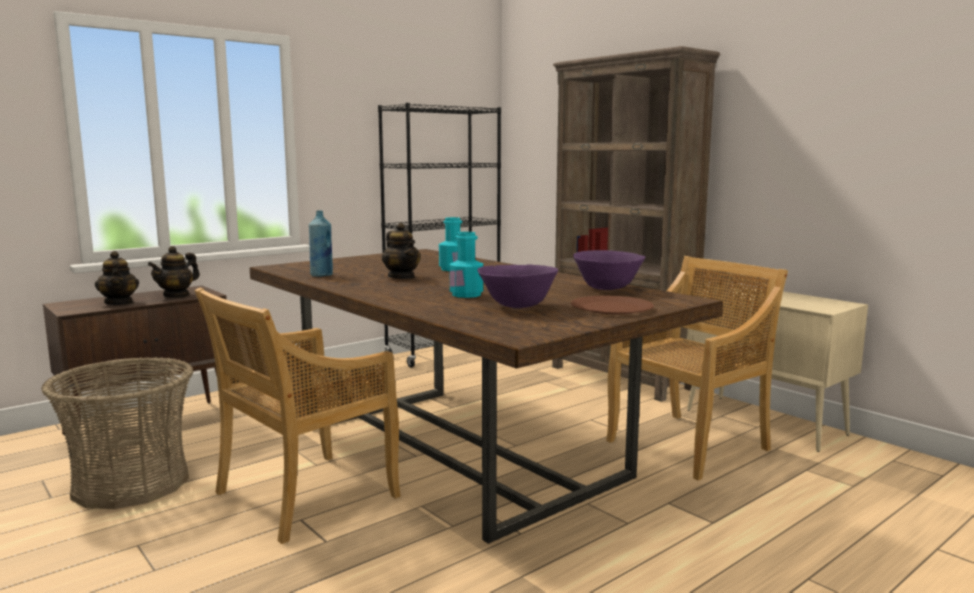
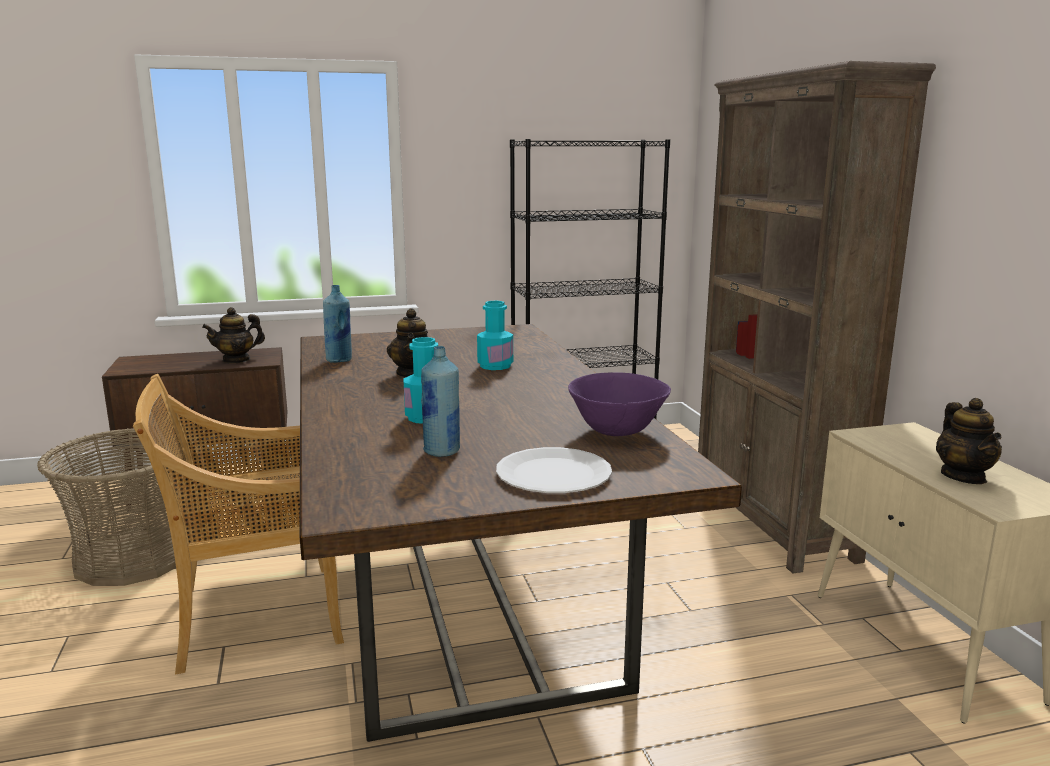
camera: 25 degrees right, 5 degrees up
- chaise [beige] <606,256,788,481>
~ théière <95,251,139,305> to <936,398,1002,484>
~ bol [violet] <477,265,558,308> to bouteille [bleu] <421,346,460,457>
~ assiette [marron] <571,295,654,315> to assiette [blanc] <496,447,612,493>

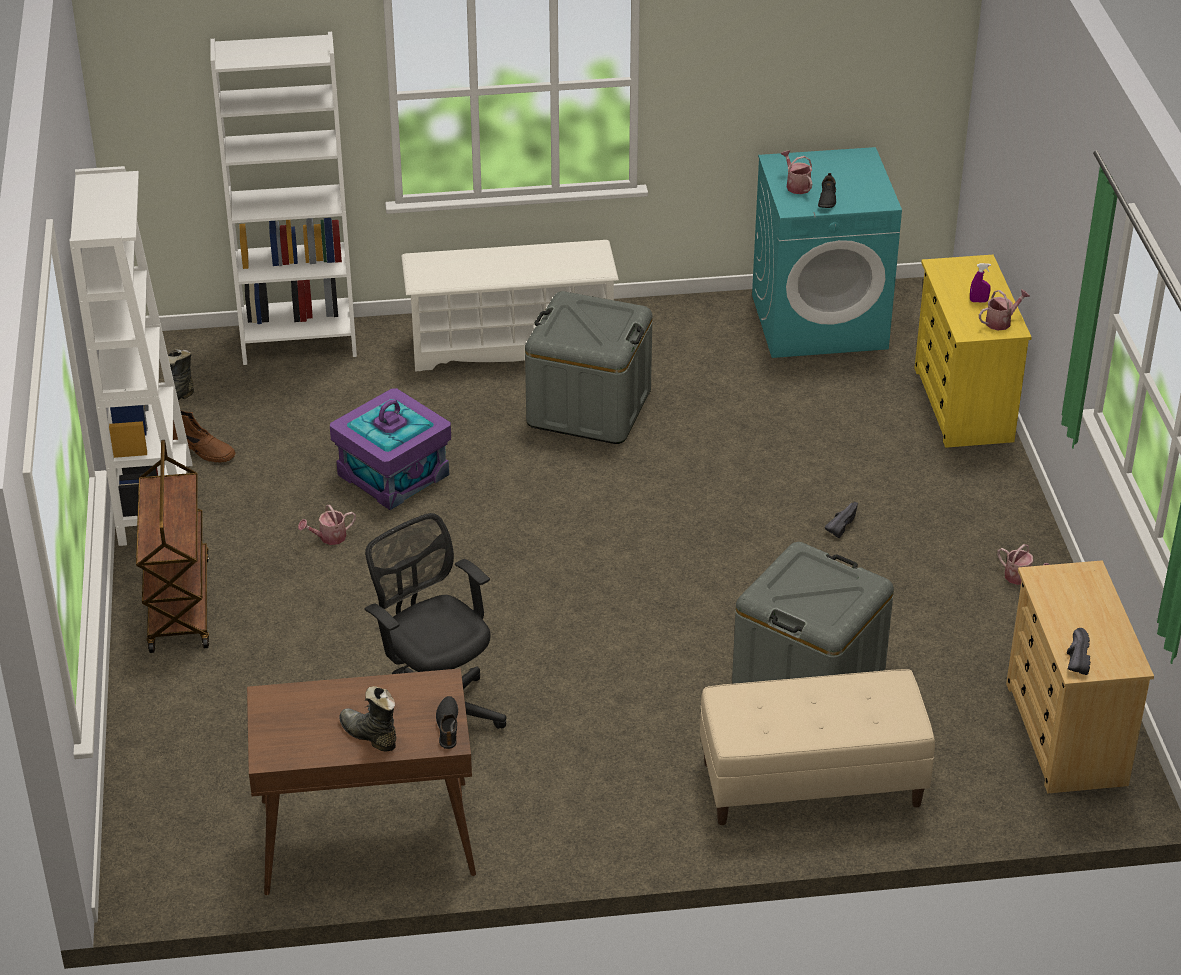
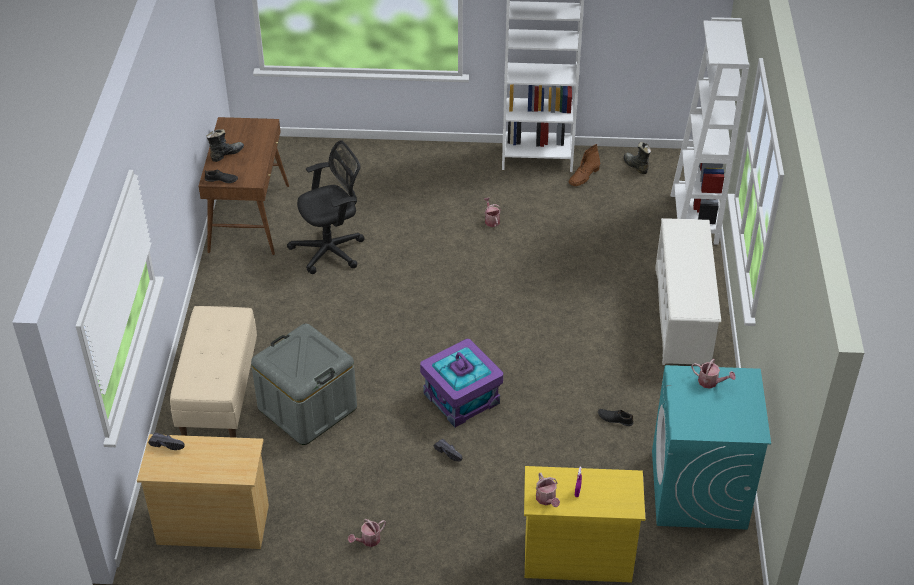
camera: 100 degrees right, 5 degrees up
- chariot [marron] <136,440,209,653>
- boîte de rangement [gris] <525,291,652,444>
~ boîte de rangement [violet] <330,388,451,510> to <420,339,503,427>
~ chaussure [noir] <818,173,836,208> to <598,409,634,426>
~ arrosoir <781,150,812,194> = <691,359,736,389> 45 degrees clockwise

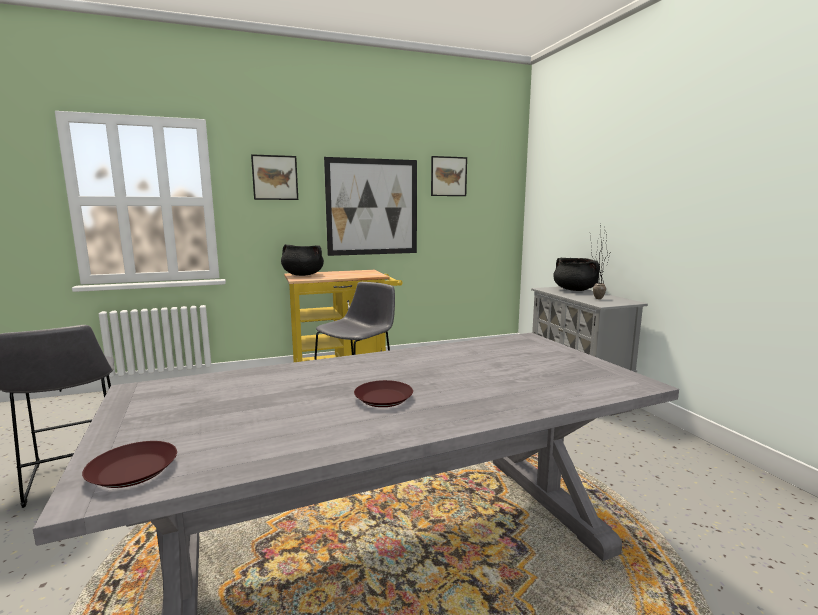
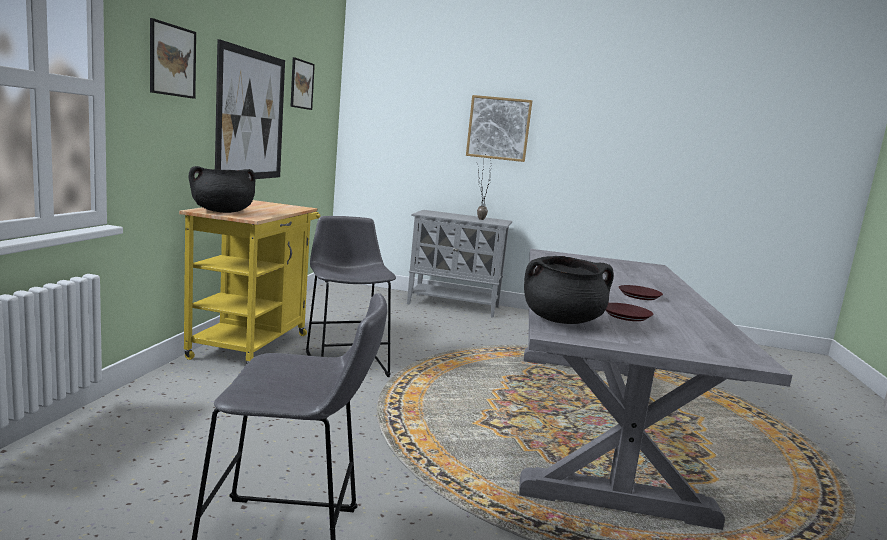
camera: 60 degrees left, 0 degrees up
+ tableau <466,95,532,162>
~ assiette [marron] <82,441,177,488> to <606,303,653,321>
~ marmite [noir] <553,258,600,291> to <524,256,614,324>

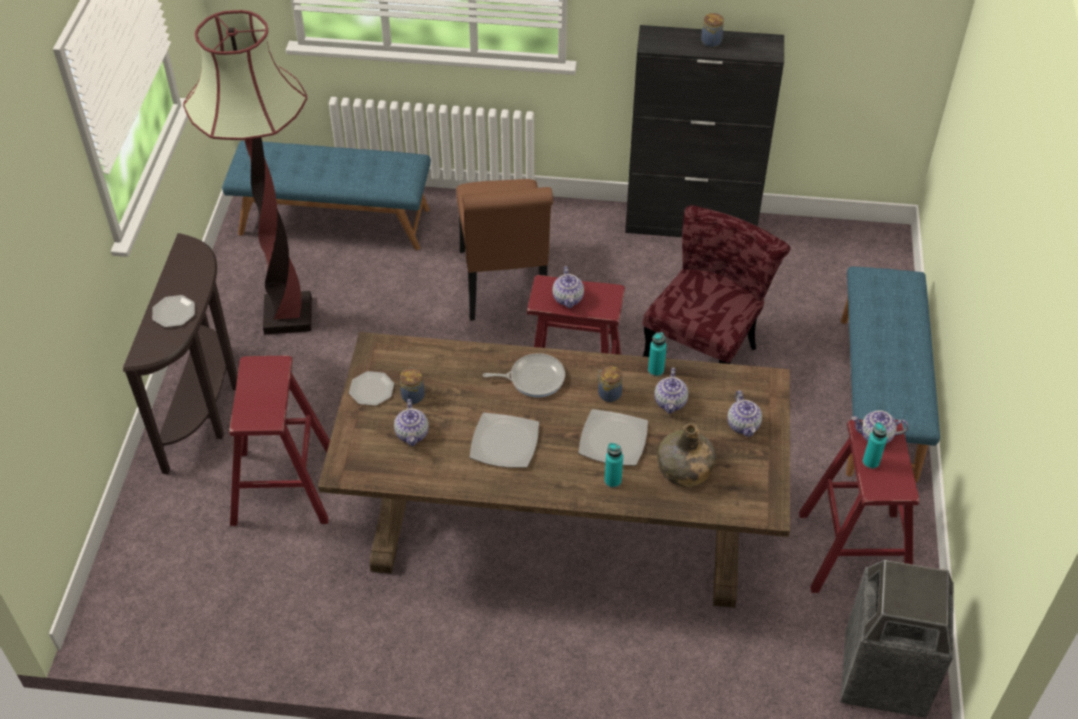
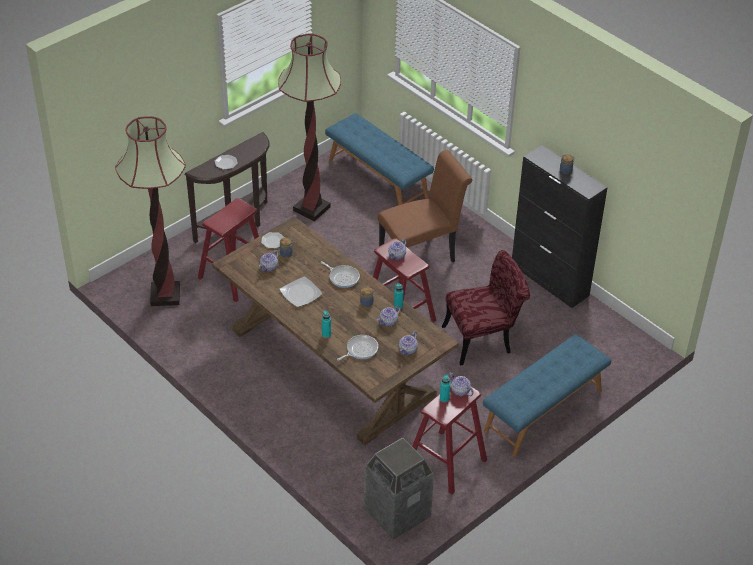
camera: 40 degrees right, 5 degrees down
- assiette <578,409,648,466>
+ lampadaire <115,116,186,306>
~ bouteille [vert] <657,423,716,487> to poêle <337,335,378,361>
~ chaise [marron] <457,179,553,321> = <378,150,472,262> 150 degrees counterclockwise

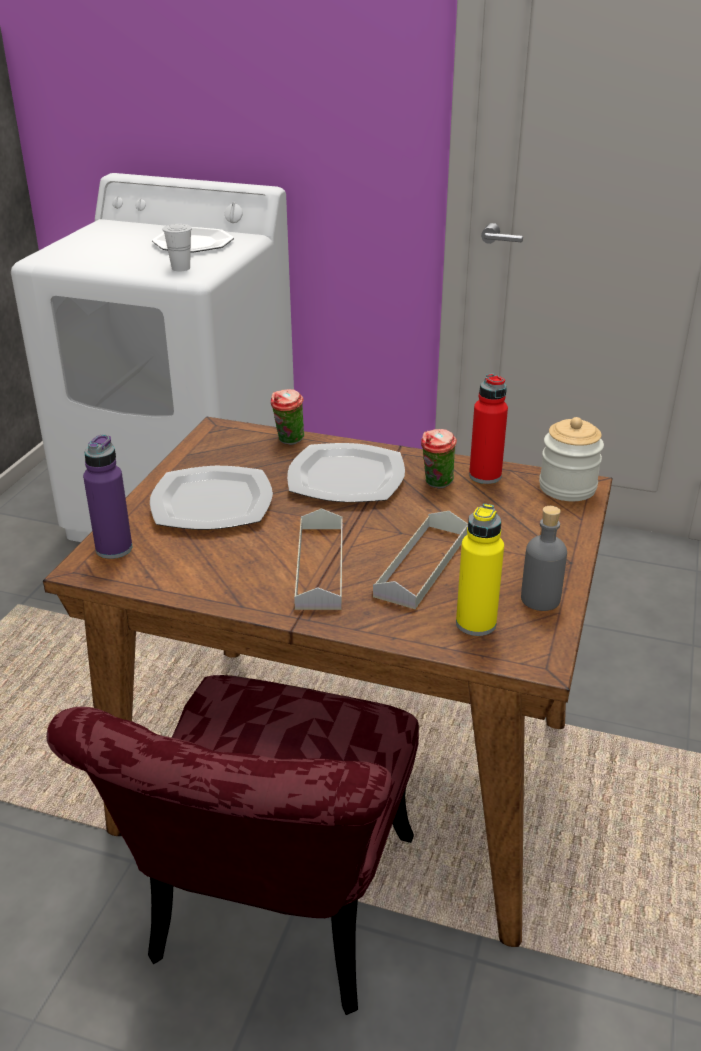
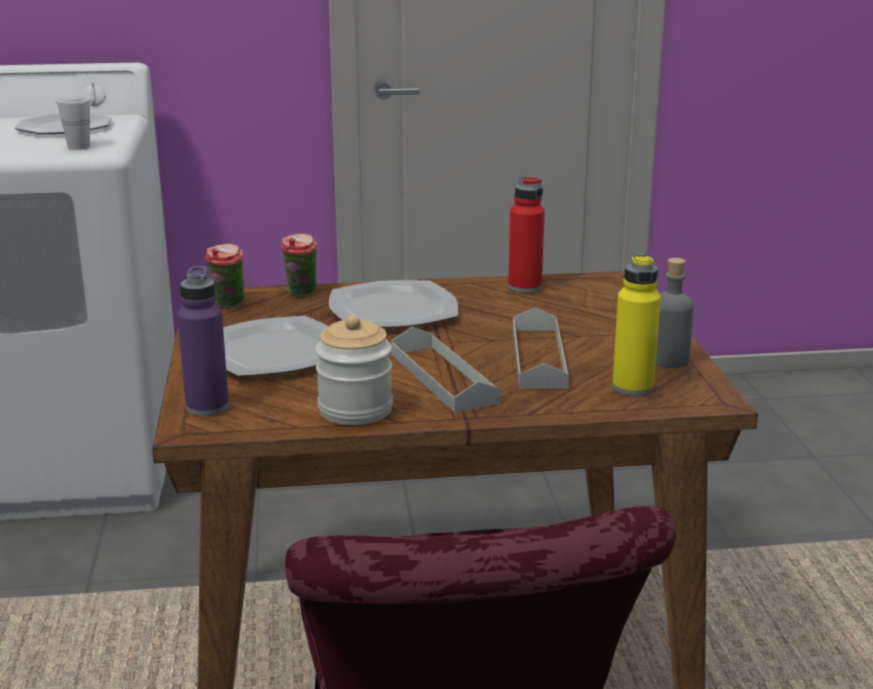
camera: 25 degrees left, 10 degrees down
~ tasse <421,429,457,489> to <205,244,245,308>
~ bocal <539,417,604,501> to <315,315,393,425>

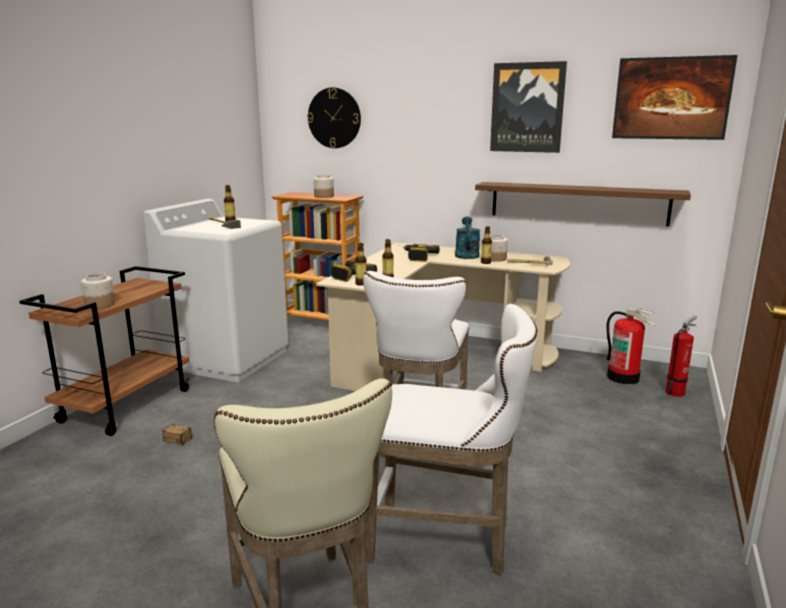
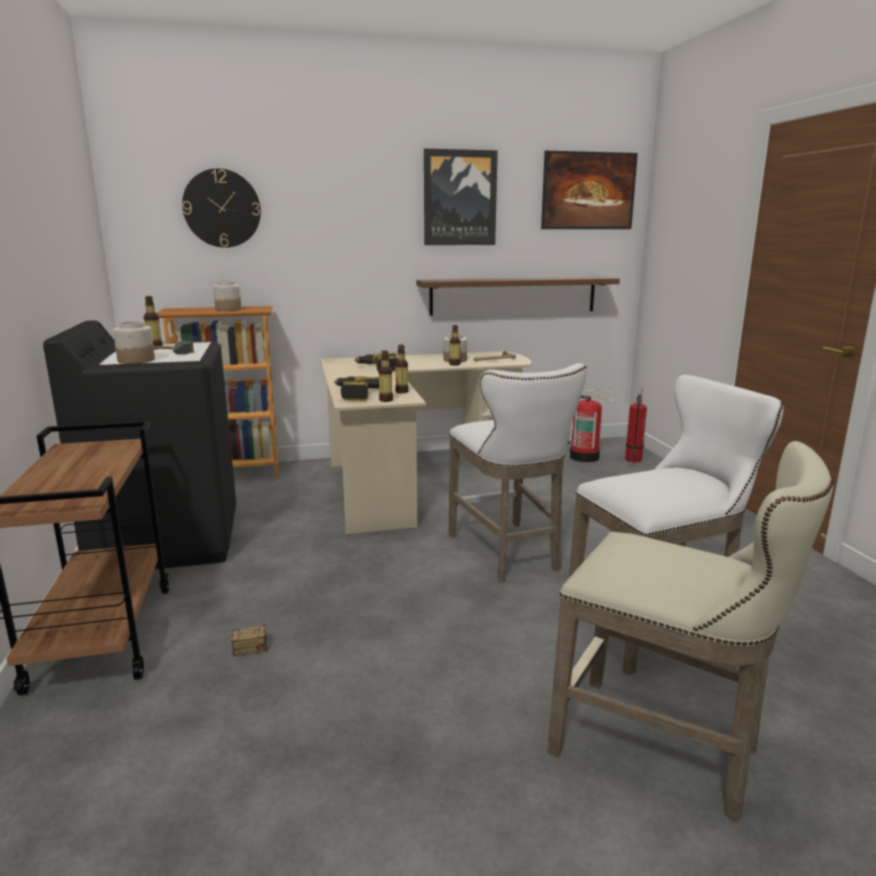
camera: 35 degrees left, 0 degrees up
- arrosoir [turquoise] <455,216,480,259>
~ bocal <81,273,115,309> to <113,321,155,364>
~ lave-linge [blanc] <143,199,288,382> to lave-linge [noir] <43,320,236,569>

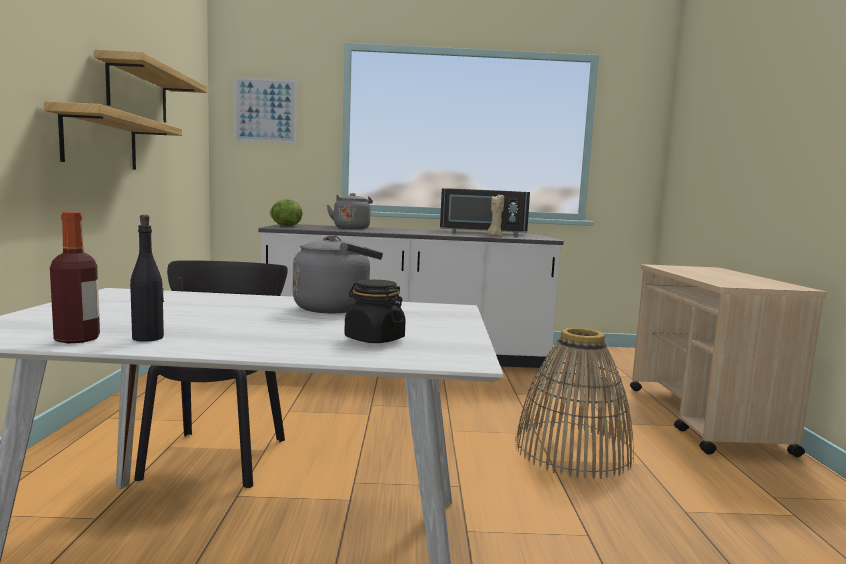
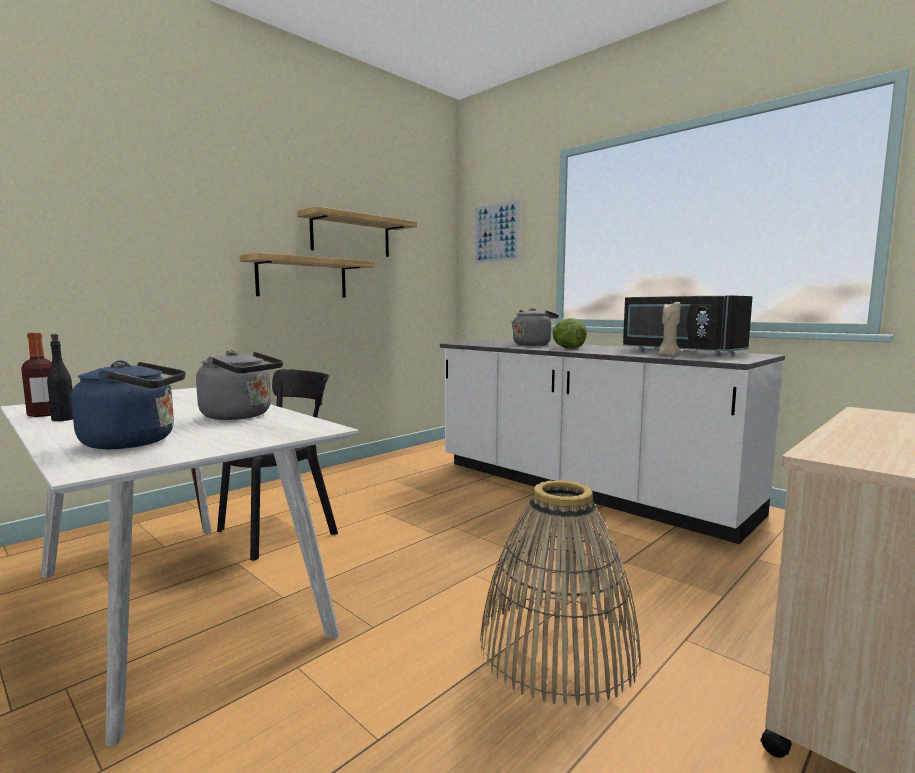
camera: 45 degrees right, 0 degrees up
~ laitue <270,199,303,226> to <552,318,587,349>
~ bocal [noir] <344,280,406,343> to bouilloire [bleu] <71,360,186,449>

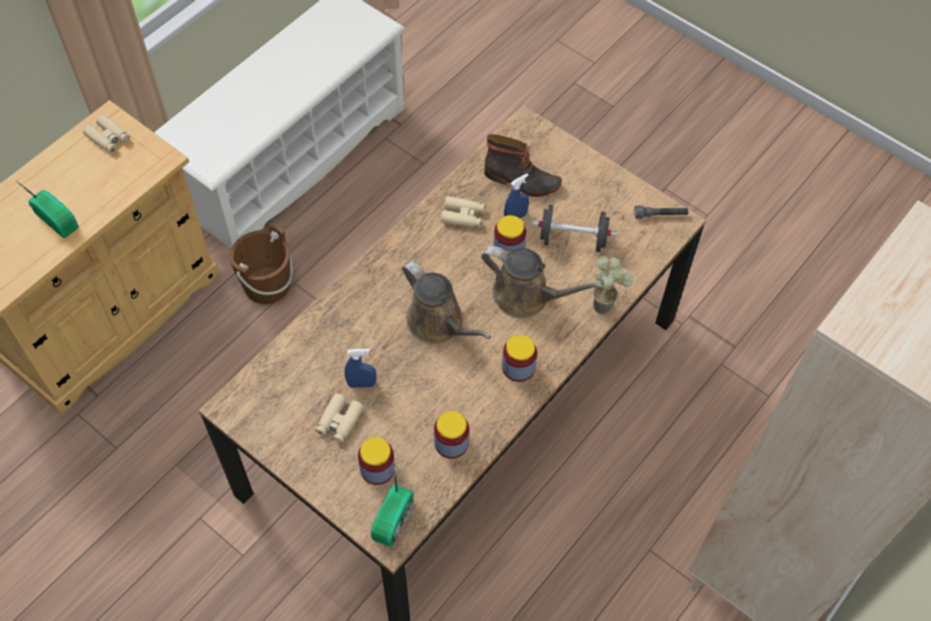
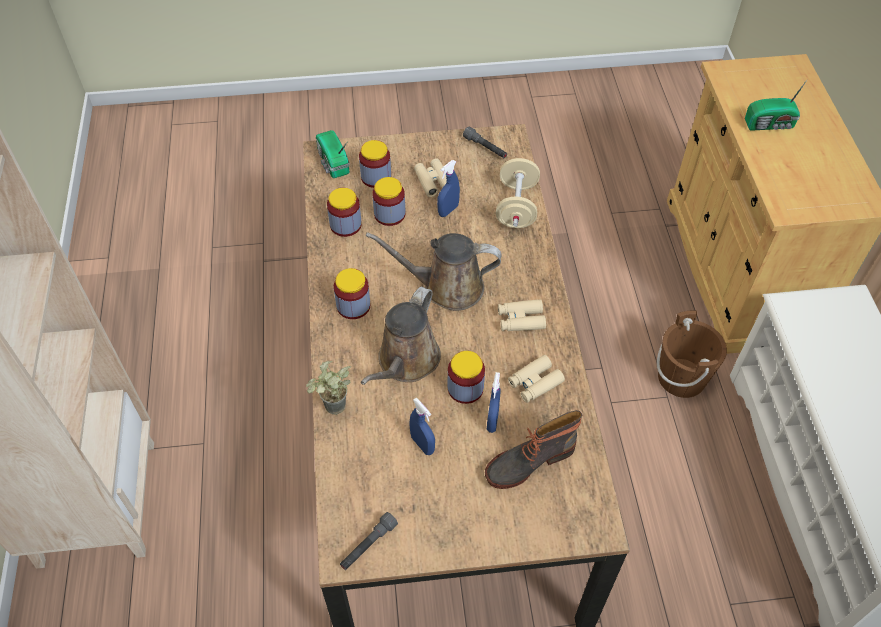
camera: 135 degrees right, 5 degrees down
+ bocal <372,177,406,226>
+ lampe de poche [gris] <463,126,507,158>
+ haltère [beige] <496,158,540,228>
~ jumelles [beige] <83,115,130,154> to <498,299,546,331>
~ haltère [noir] <532,205,617,252> to vaporisateur [bleu] <410,398,435,455>
~ arrosoir [marron] <481,246,603,318> = <361,286,441,385> 45 degrees counterclockwise

